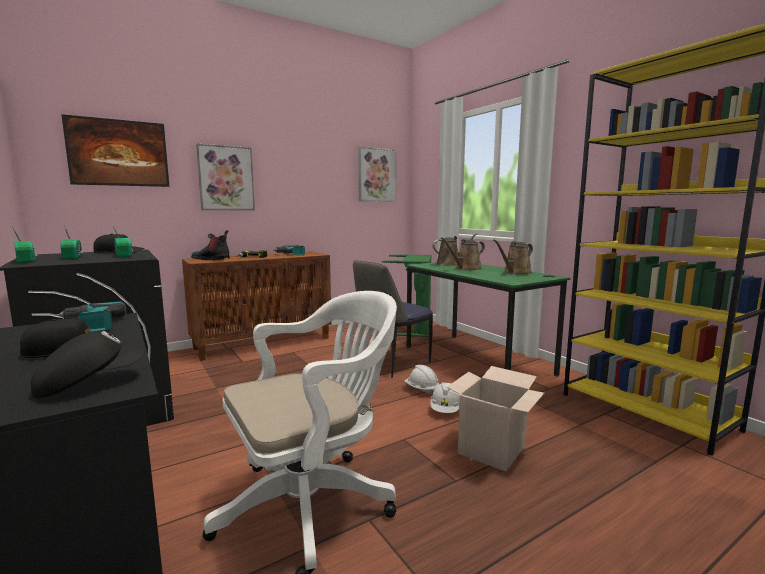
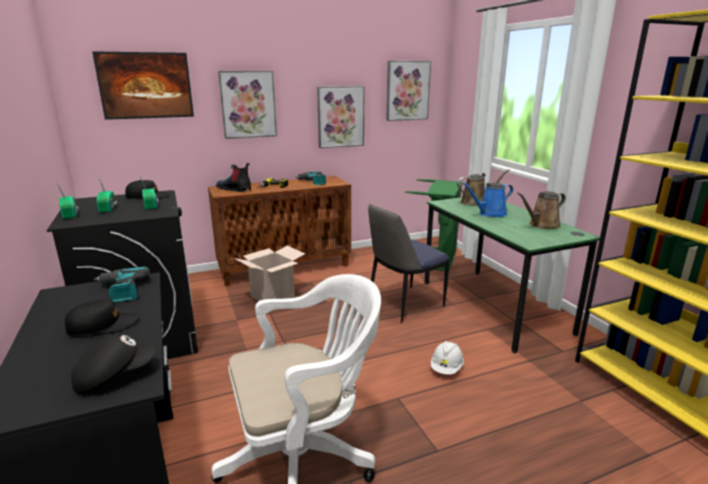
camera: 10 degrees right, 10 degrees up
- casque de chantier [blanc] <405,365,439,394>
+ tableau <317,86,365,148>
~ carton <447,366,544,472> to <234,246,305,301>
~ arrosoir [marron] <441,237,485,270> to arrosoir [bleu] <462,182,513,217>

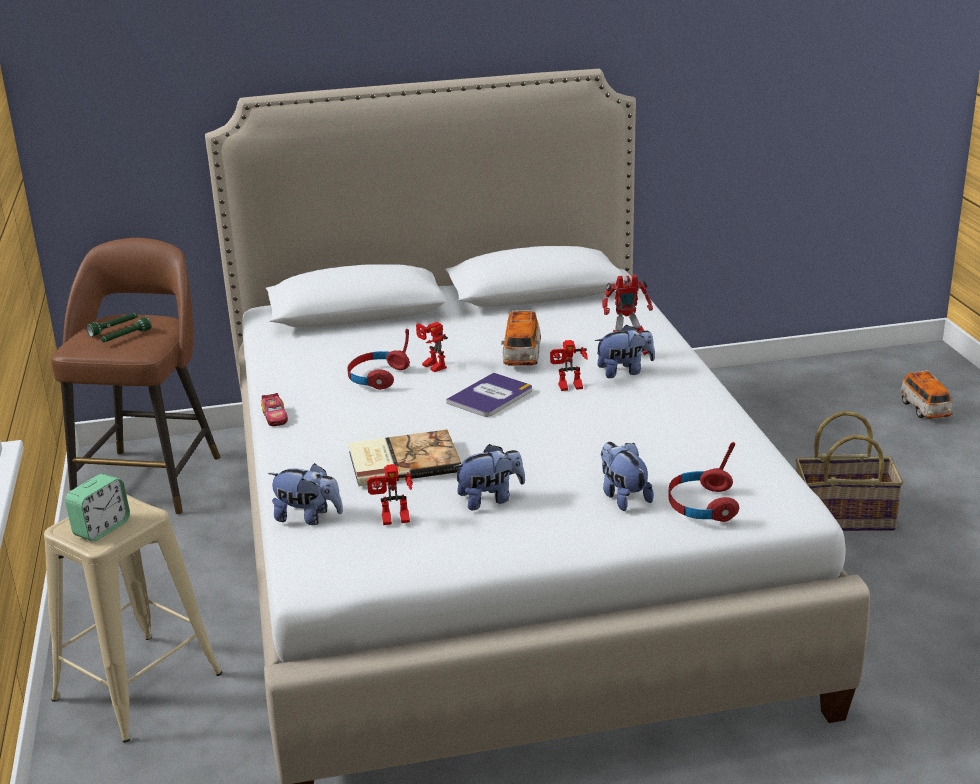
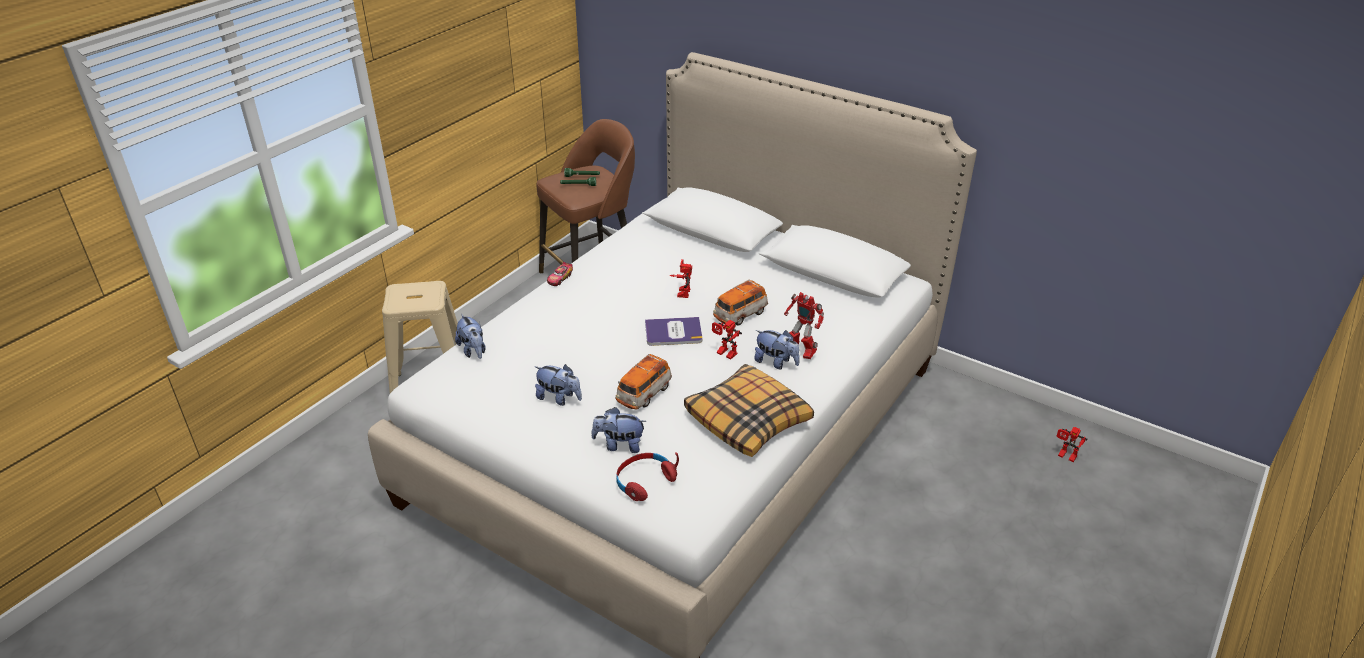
camera: 45 degrees right, 10 degrees up
- réveil <65,474,130,541>
- casque audio [rouge] <347,329,410,390>
- livre <348,430,461,486>
- panier <795,411,903,531>
+ coussin <684,364,814,457>
~ robot jouet <367,464,413,525> to <1057,427,1088,462>
~ petite voiture <900,370,952,419> to <616,354,672,410>
~ peluche <601,442,654,511> = <592,407,646,453> 105 degrees counterclockwise

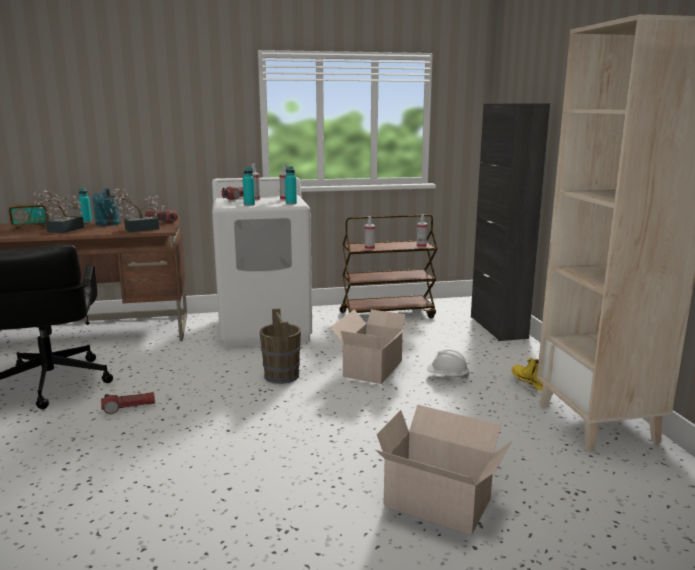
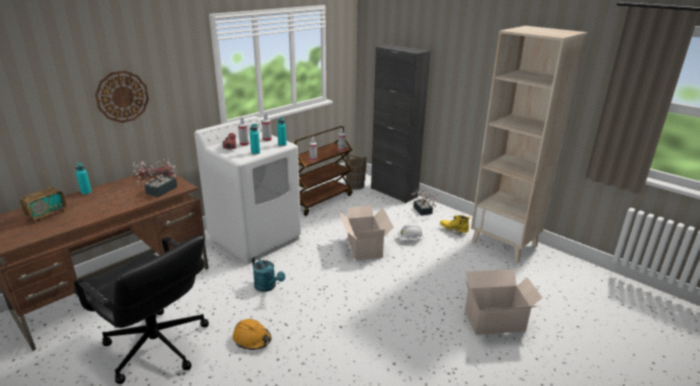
camera: 35 degrees left, 10 degrees up
+ horloge murale <95,71,149,123>
~ plante en pot <33,190,84,233> to <411,187,440,215>
~ arrosoir [turquoise] <92,188,121,226> to <252,256,285,292>
~ seau [marron] <260,308,301,384> to <345,153,367,190>
~ lampe de poche <101,392,155,414> to casque de chantier [orange] <233,319,272,350>

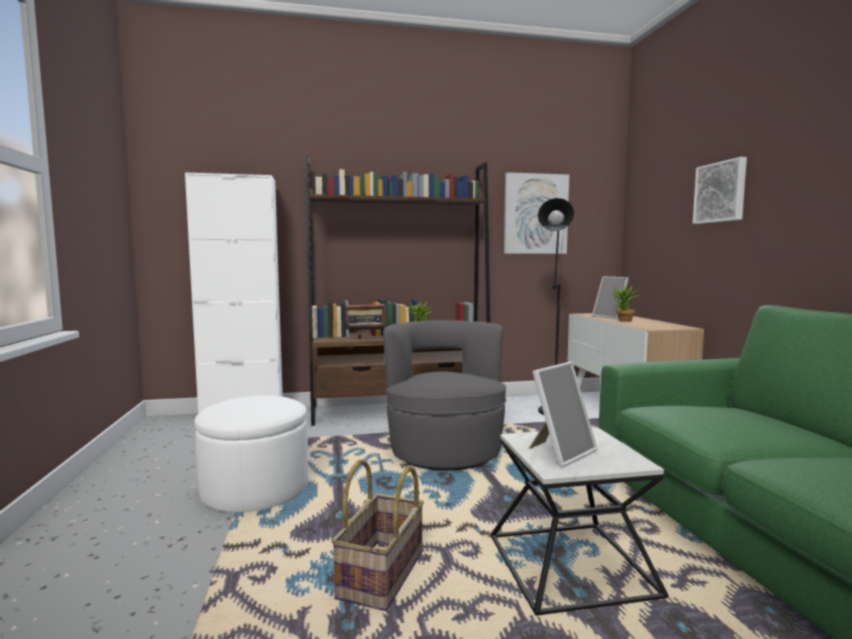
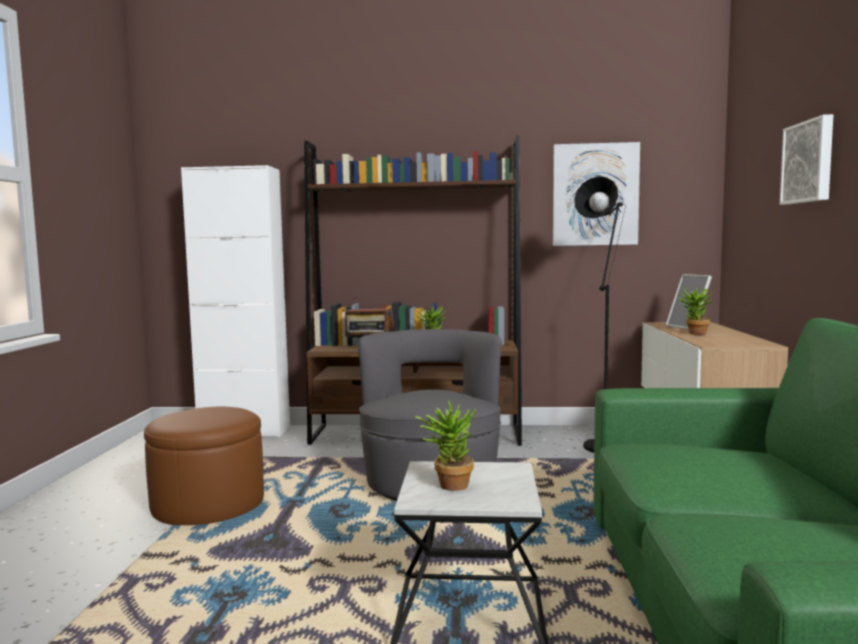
camera: 15 degrees right, 0 degrees up
- panier <331,460,424,611>
~ cadre photo <529,362,597,467> to plante en pot <415,399,476,491>
~ pouf [blanc] <195,395,309,513> to pouf [marron] <144,407,264,525>

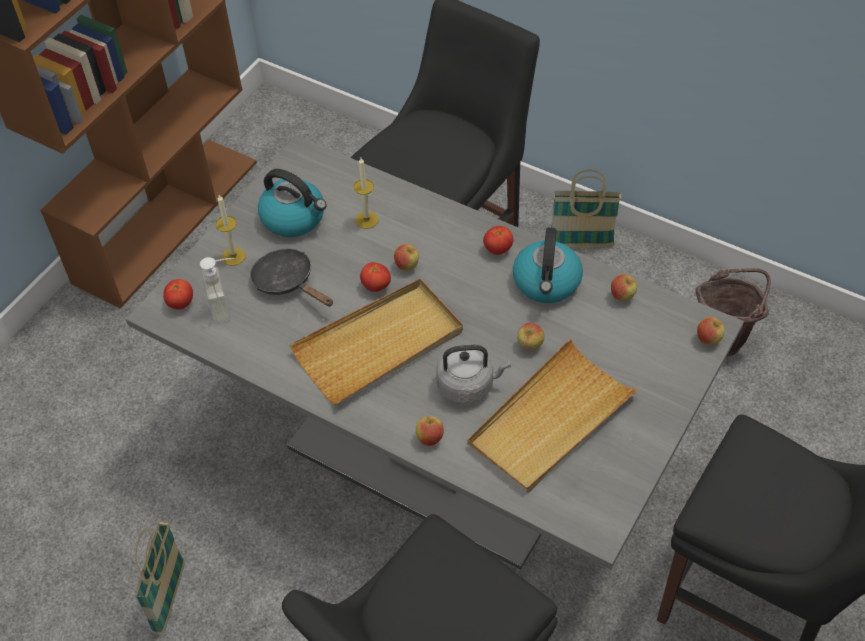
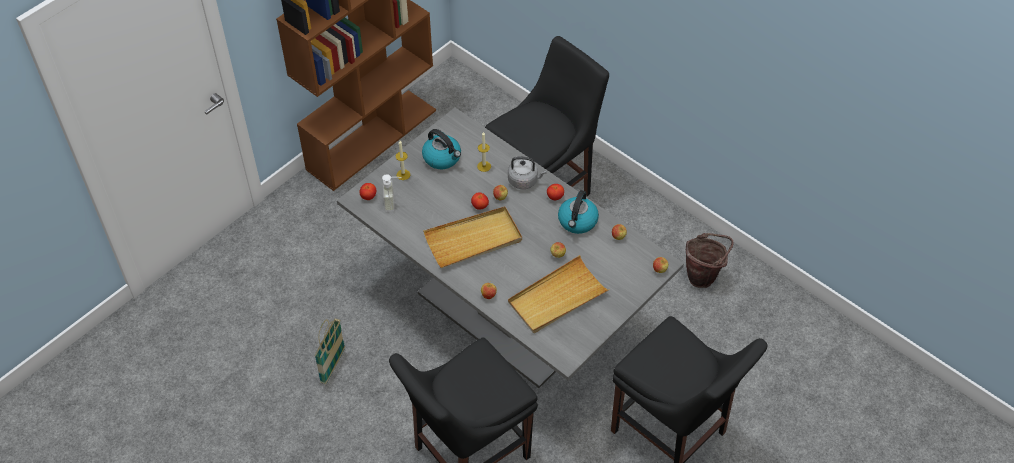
camera: 10 degrees right, 0 degrees up
- poêle [noir] <250,249,333,307>
- panier <551,170,622,247>
~ bouilloire [gris] <436,345,511,404> to <508,156,547,189>

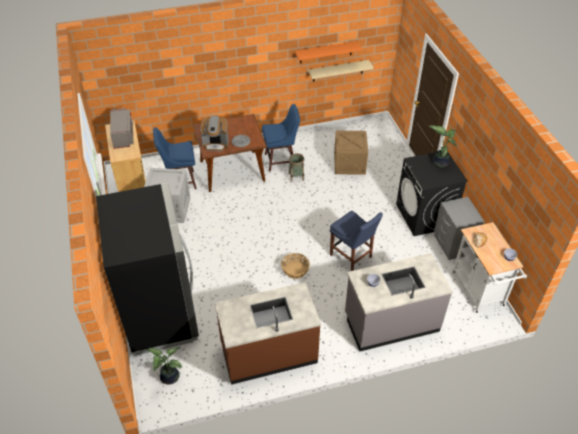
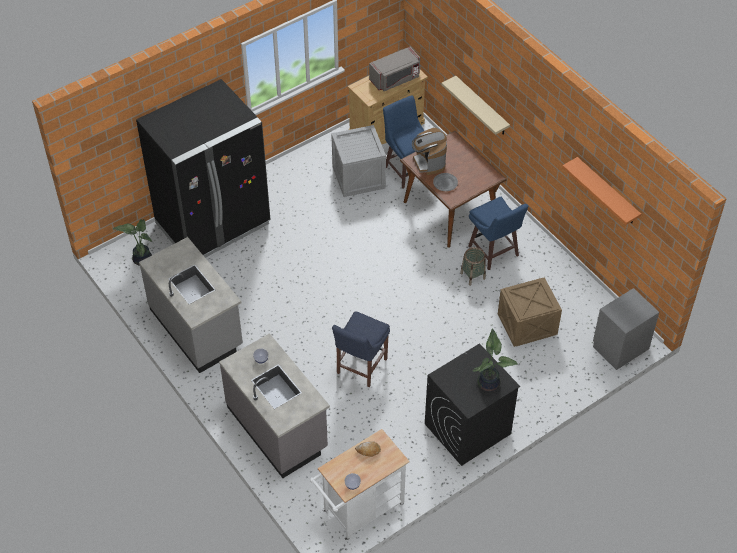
camera: 70 degrees right, 5 degrees up
- panier <281,253,310,279>
~ étagère [beige] <308,60,373,81> to <441,76,510,135>
~ table de chevet [gris] <434,197,484,260> to <593,288,659,370>
~ comptoir de cuisine [marron] <215,282,321,385> to comptoir de cuisine [gris] <139,237,243,373>

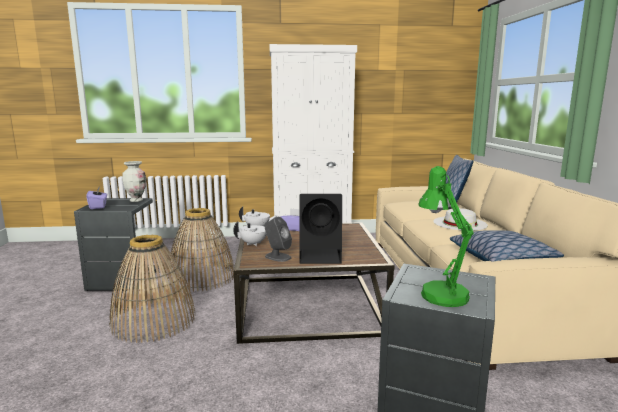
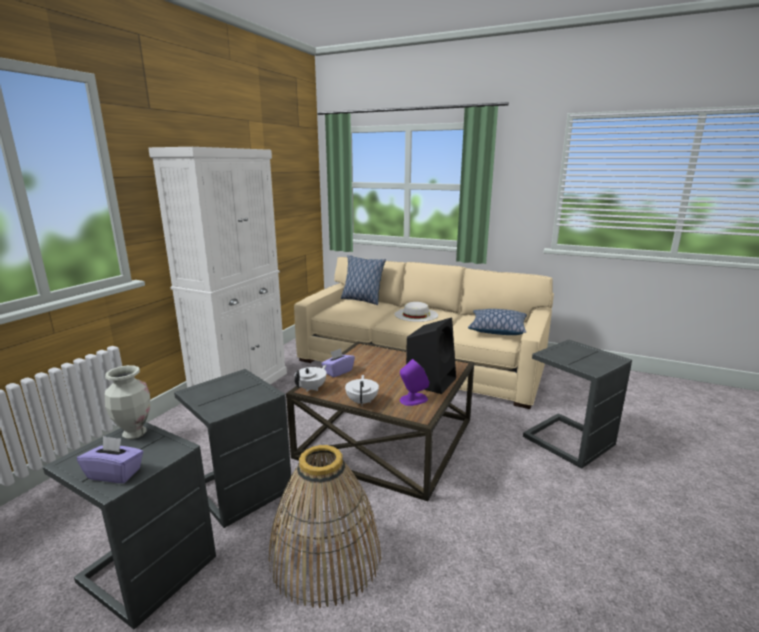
camera: 60 degrees left, 5 degrees up
- lampe de table [vert] <418,166,474,307>
~ panier <168,208,234,292> to table d'appoint [gris] <174,369,292,528>
~ enceinte [gris] <265,217,292,262> to enceinte [violet] <400,359,429,406>

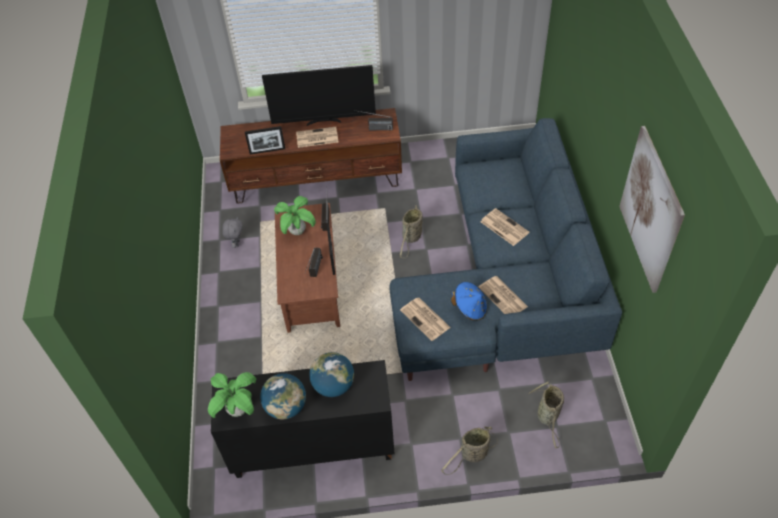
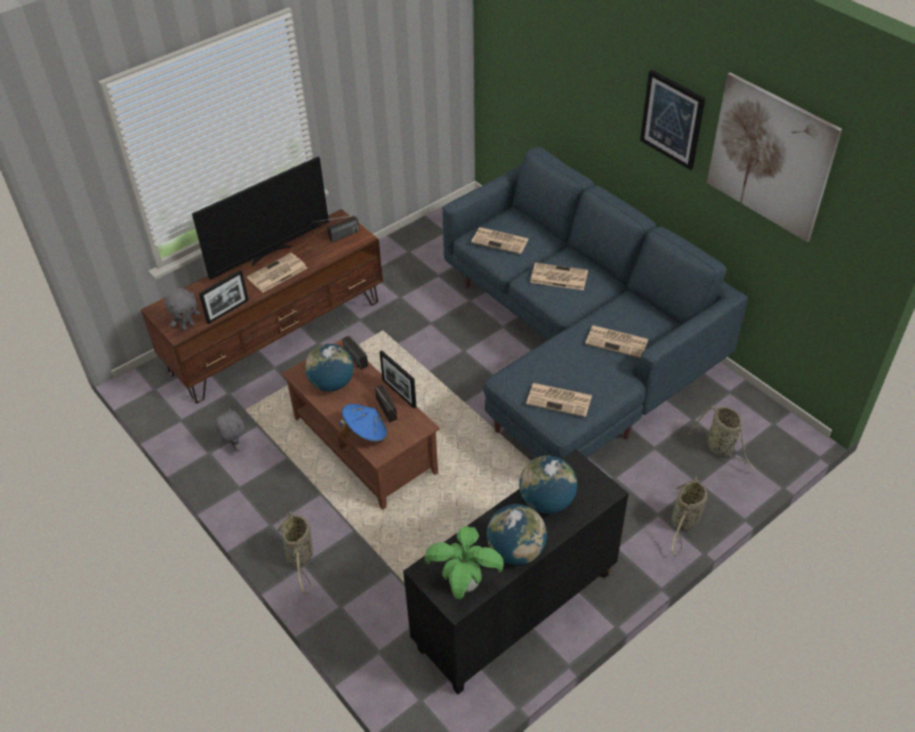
camera: 35 degrees left, 5 degrees down
+ peluche [gris] <165,288,201,331>
+ journal <471,227,529,254>
+ tableau <640,70,705,170>
~ panier <400,206,423,258> to <276,511,313,594>
~ chapeau [bleu] <451,282,487,321> to <339,404,388,443>
~ plante en pot <274,196,316,235> to globe <305,344,353,392>

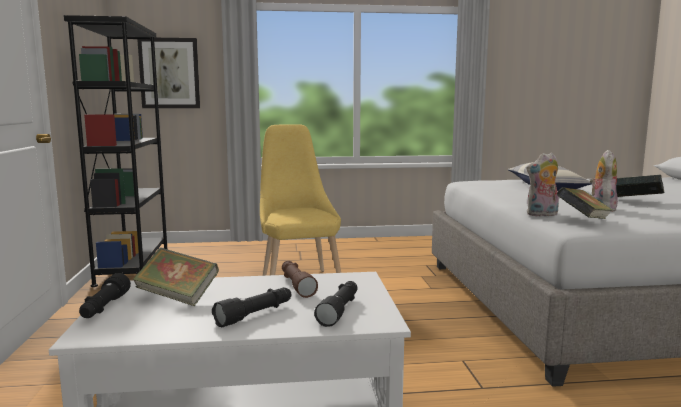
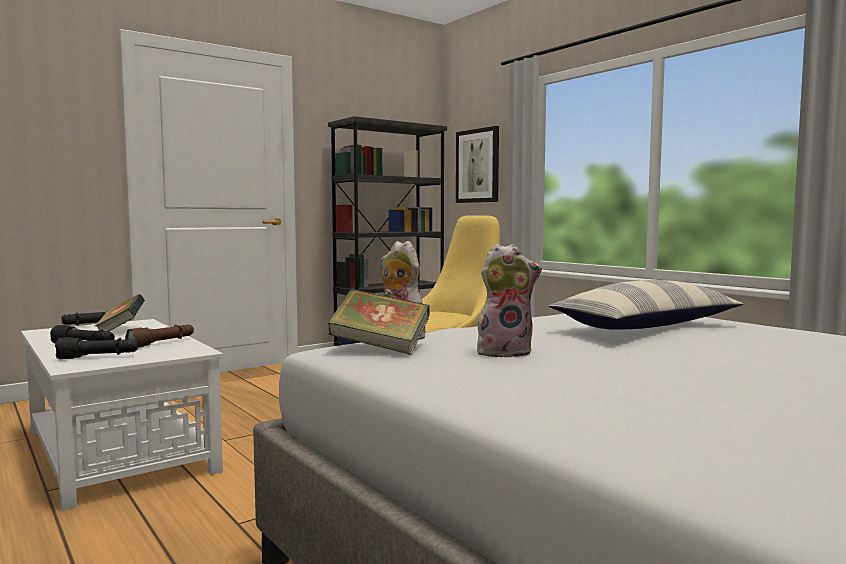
camera: 60 degrees right, 5 degrees down
- livre <617,175,664,197>

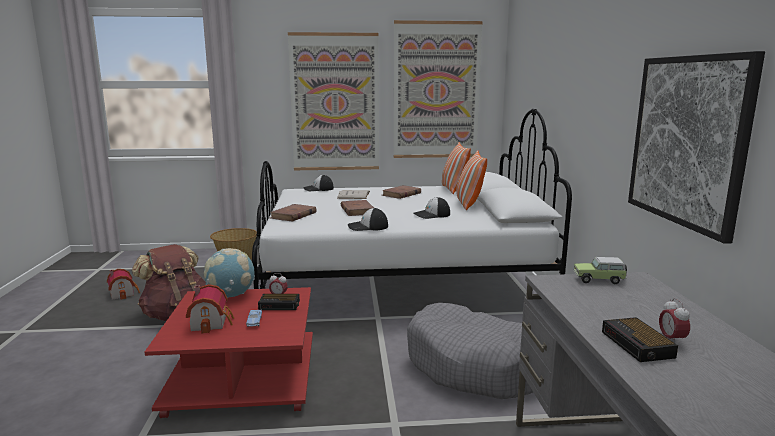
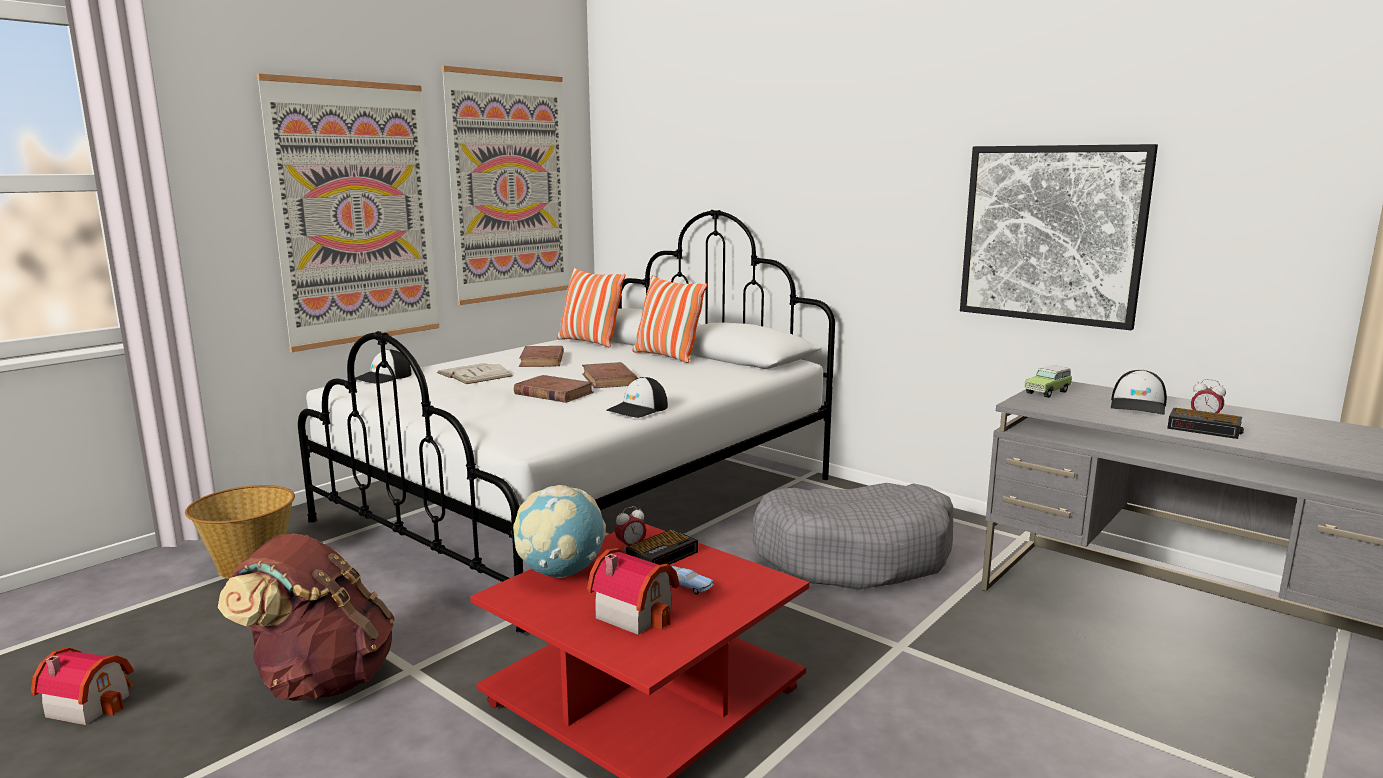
camera: 45 degrees left, 0 degrees up
~ livre [marron] <269,204,317,222> to <582,362,638,388>
~ casquette <414,197,450,219> to <1111,370,1167,415>

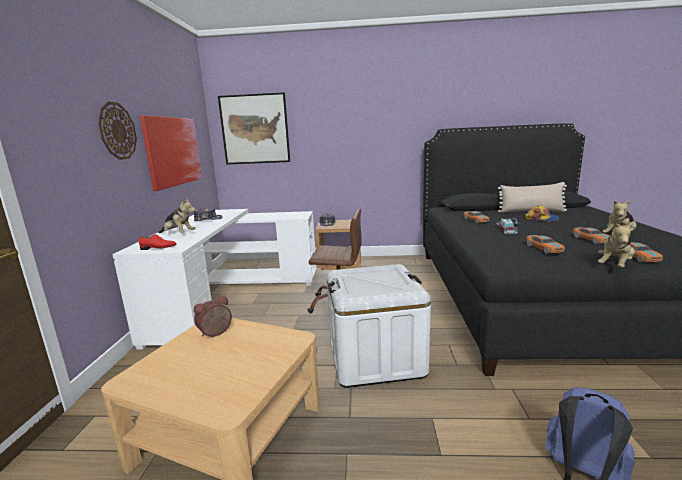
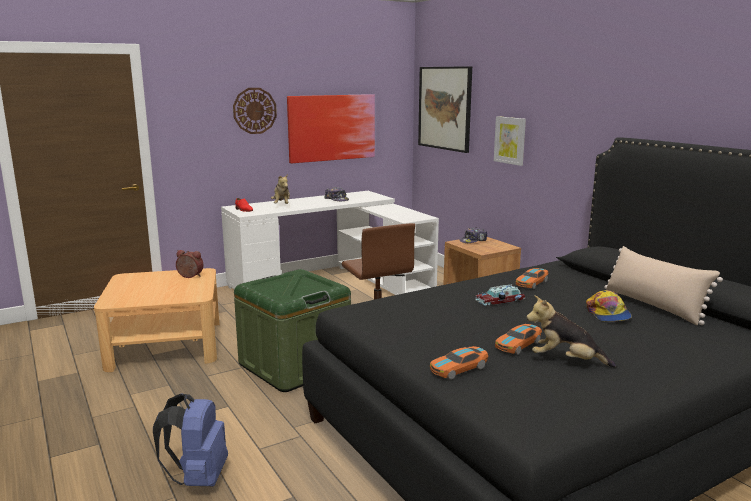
camera: 55 degrees right, 0 degrees up
- petite voiture <526,235,565,254>
- peluche <598,222,635,268>
+ tableau <494,116,526,166>
~ boîte de rangement [blanc] <327,264,431,388> to boîte de rangement [vert] <234,269,351,392>

